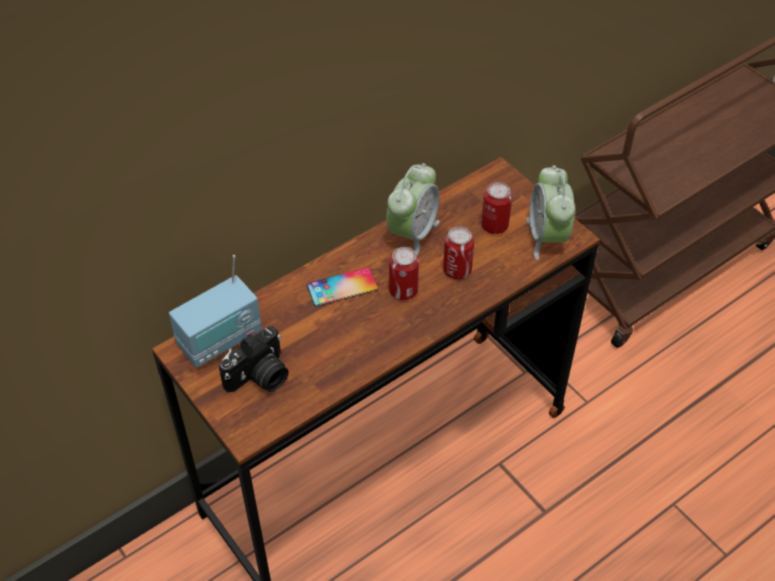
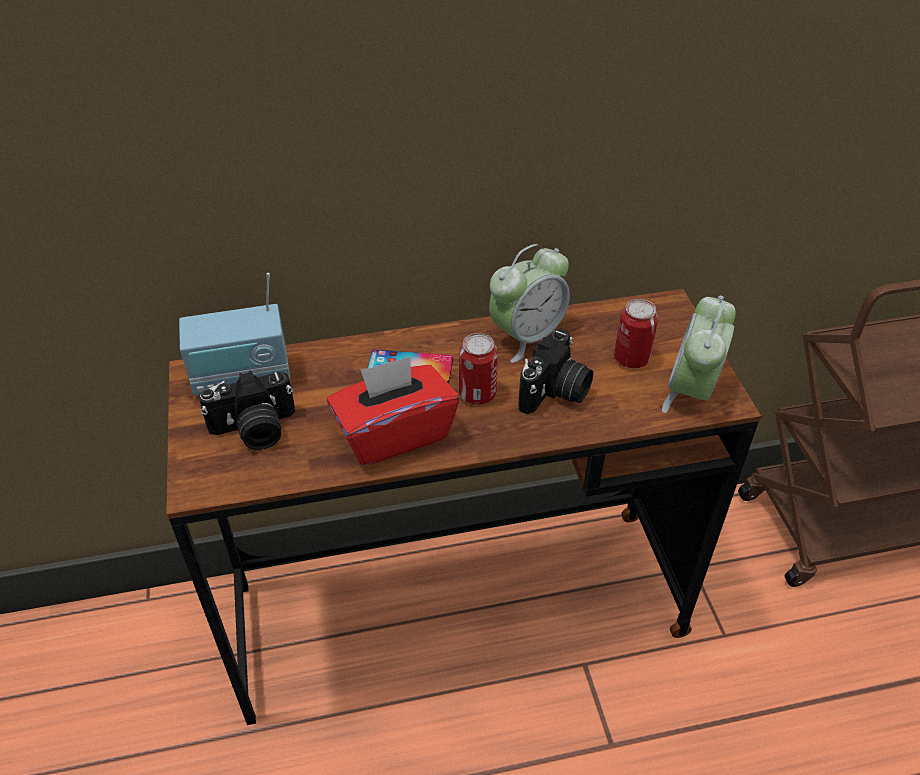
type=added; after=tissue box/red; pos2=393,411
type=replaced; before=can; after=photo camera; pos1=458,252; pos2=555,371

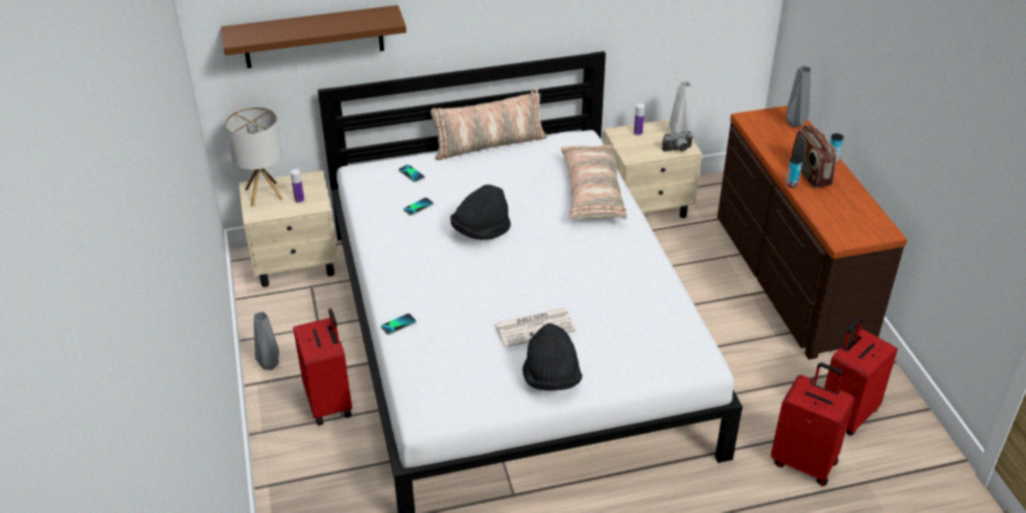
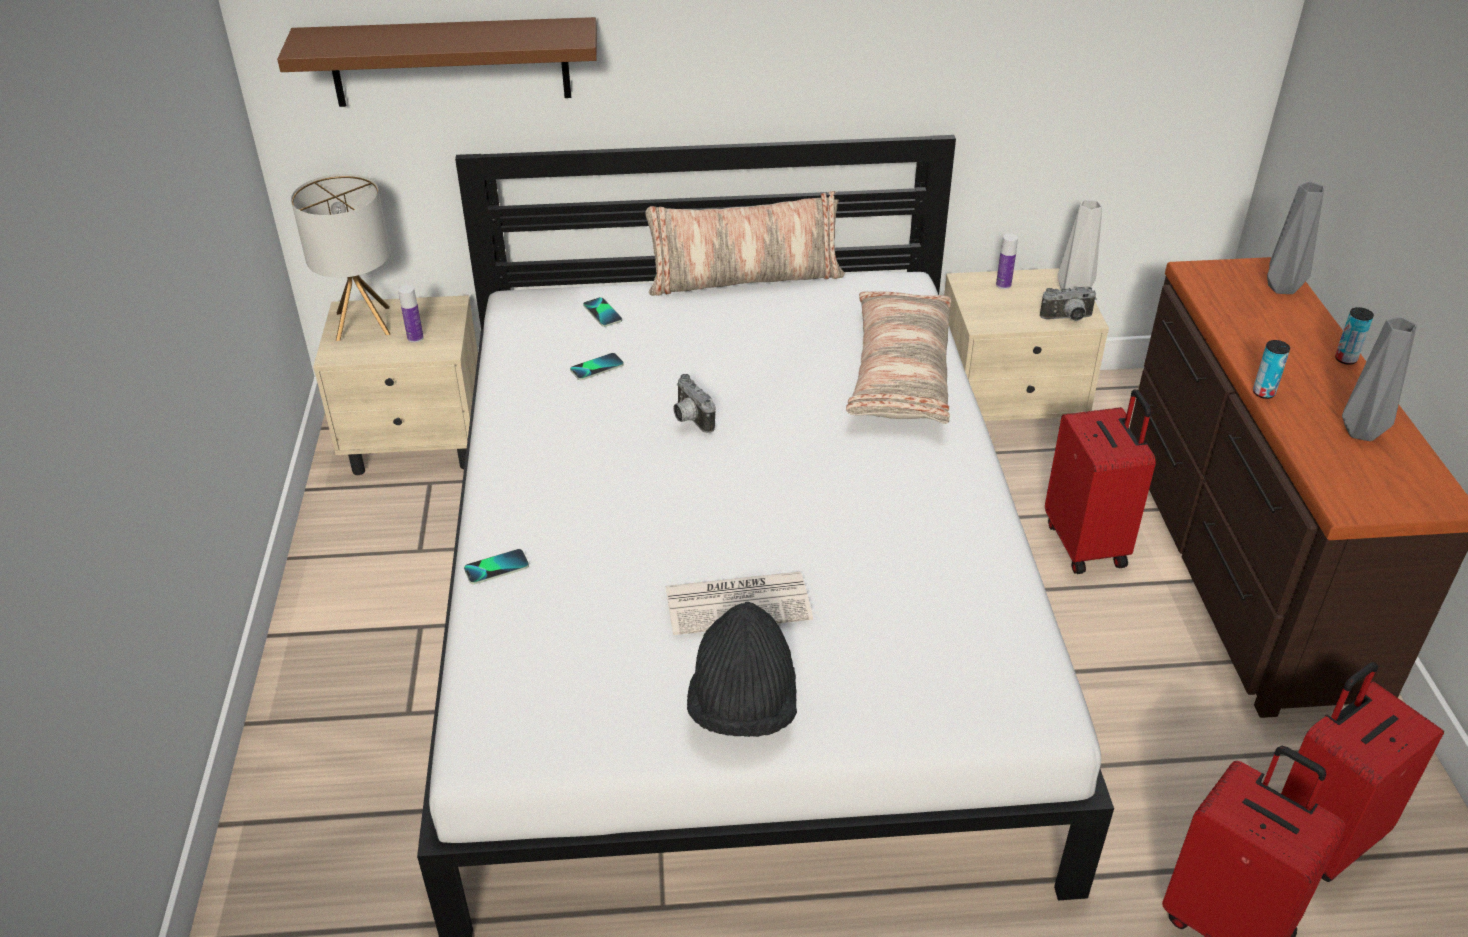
type=replaced; before=hat/black; after=photo camera; pos1=480,212; pos2=694,403
type=moved; before=suitcase/red; pos1=322,367; pos2=1100,481
type=moved; before=vase/grey; pos1=266,340; pos2=1379,379
type=removed; before=radio; pos1=814,156

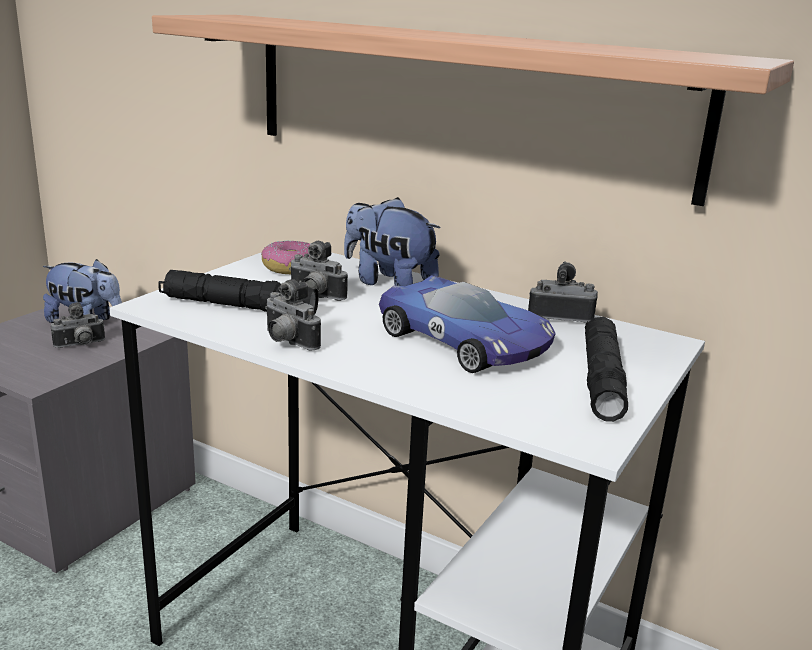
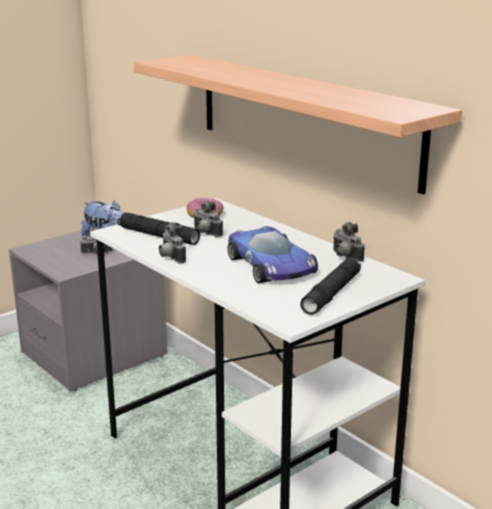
type=turned; before=photo camera; pos1=563,292; pos2=349,242; turn=-150
type=removed; before=plush toy; pos1=392,241

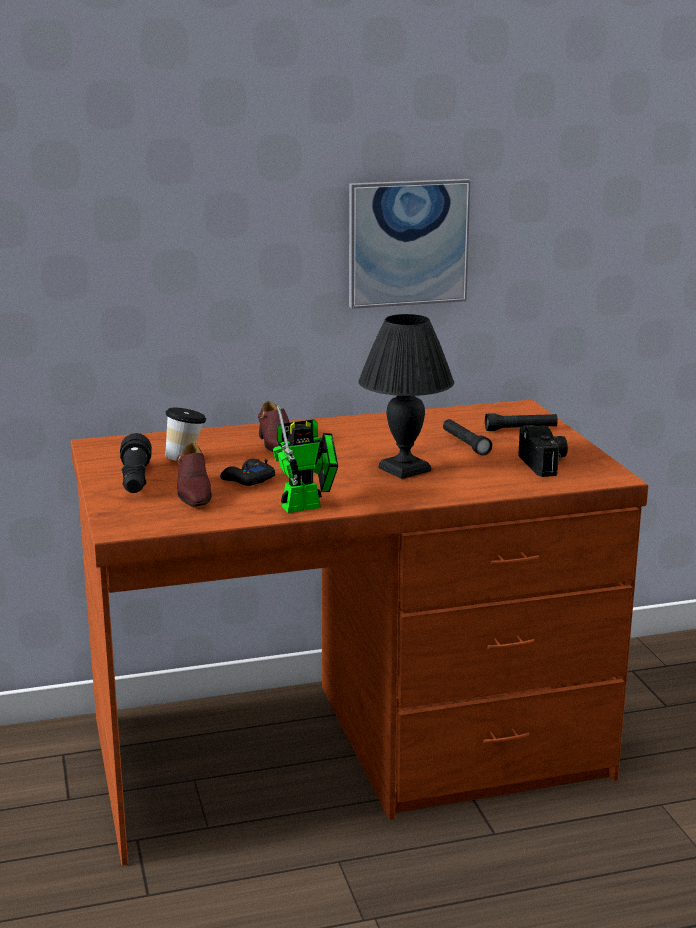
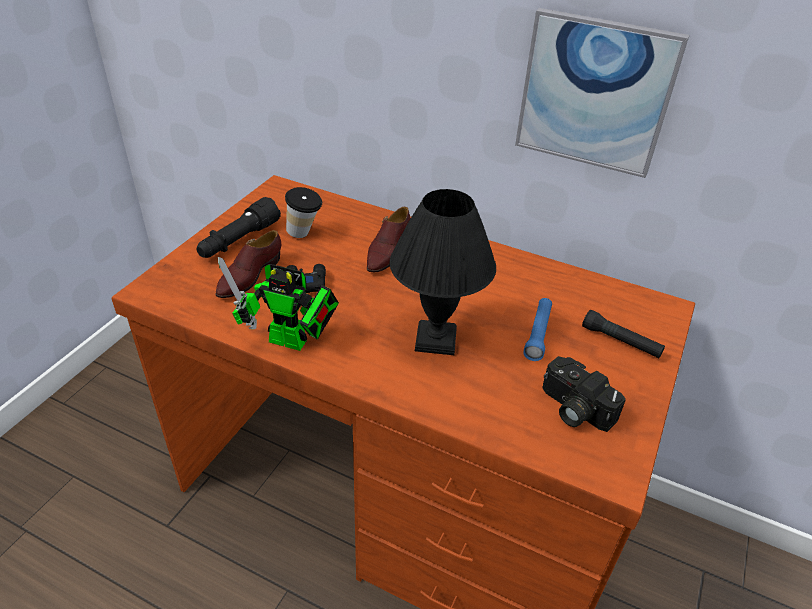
type=recoloured; before=flashlight/black; after=flashlight/blue; pos1=467,437; pos2=538,329
type=turned; before=photo camera; pos1=543,451; pos2=584,394; turn=105

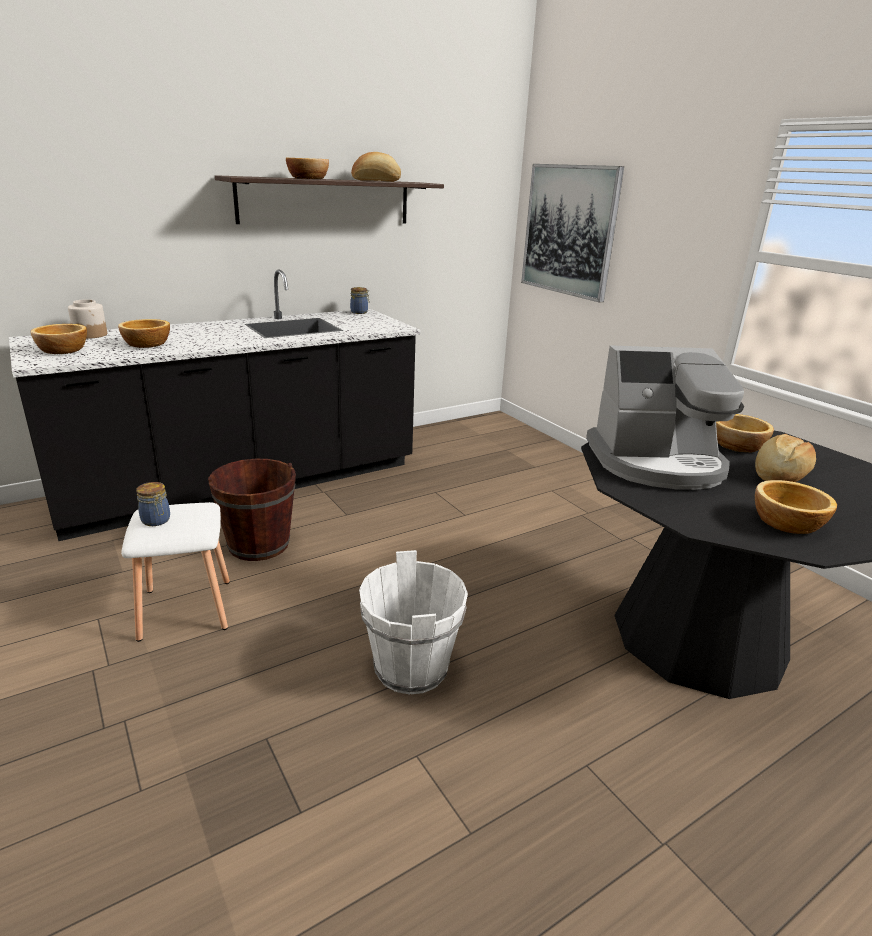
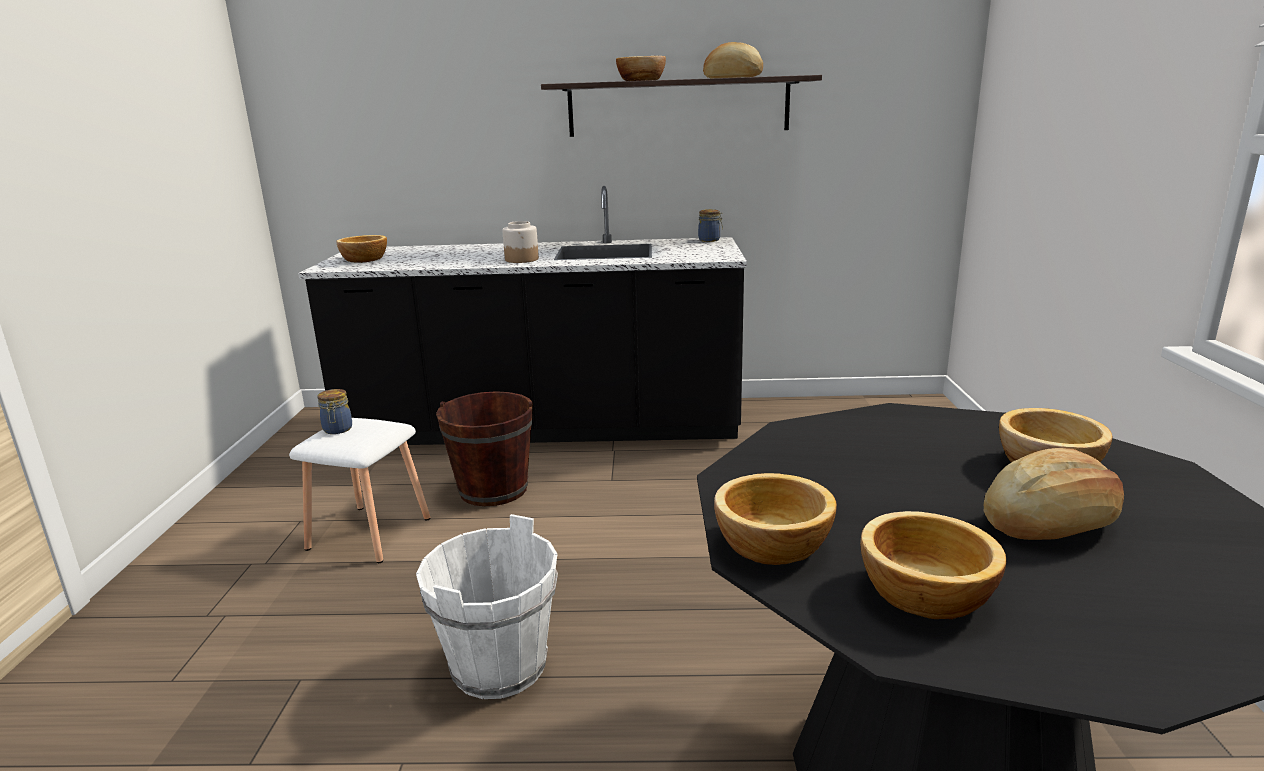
type=moved; before=jar; pos1=87,319; pos2=520,242
type=moved; before=bowl; pos1=144,333; pos2=775,519
type=removed; before=picture; pos1=572,233
type=removed; before=coffee machine; pos1=665,417

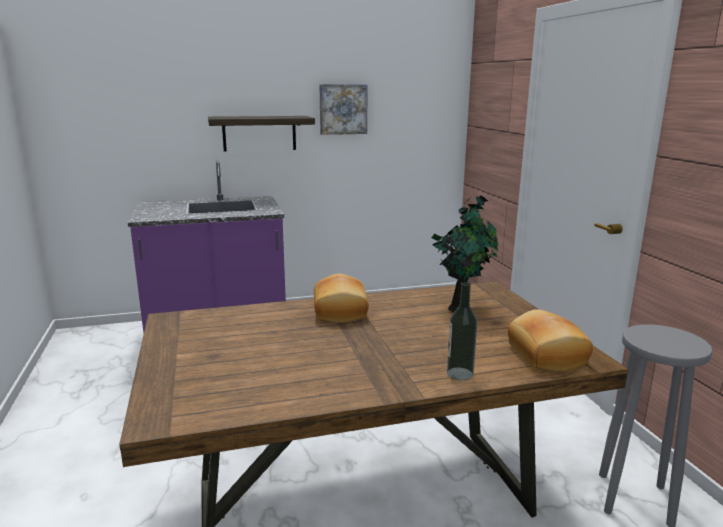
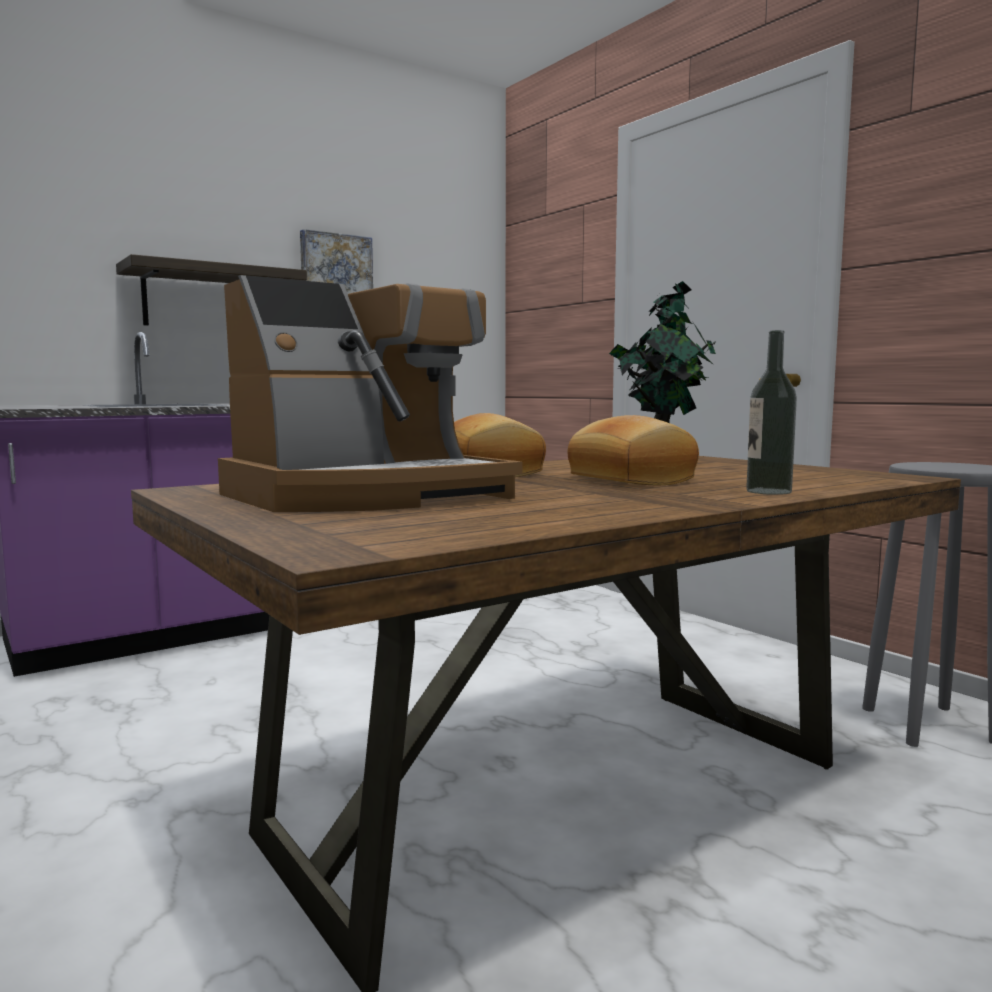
type=added; after=coffee machine; pos2=370,393
type=moved; before=bread; pos1=550,340; pos2=633,450

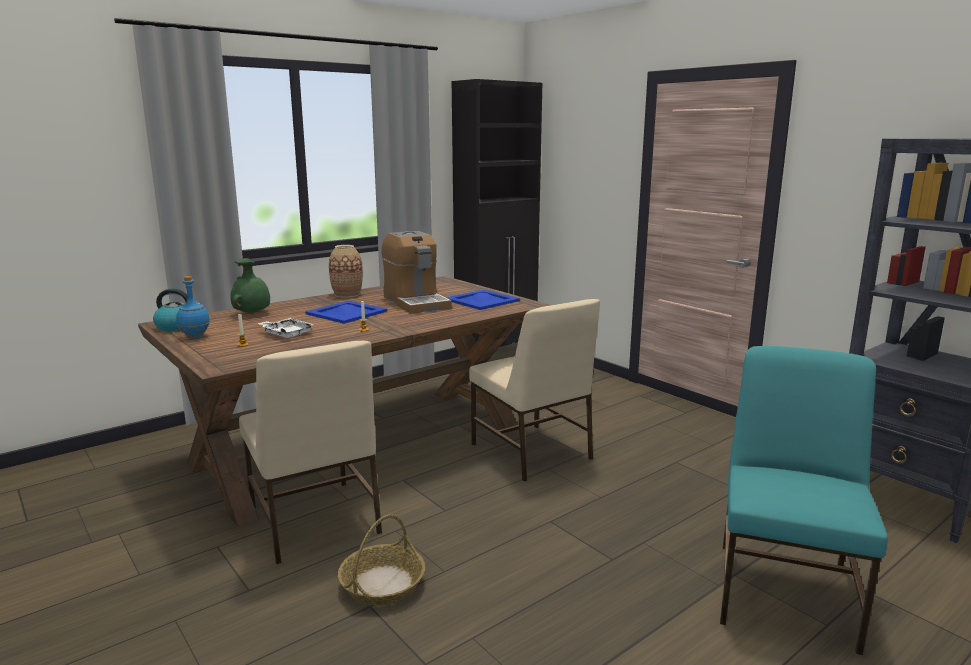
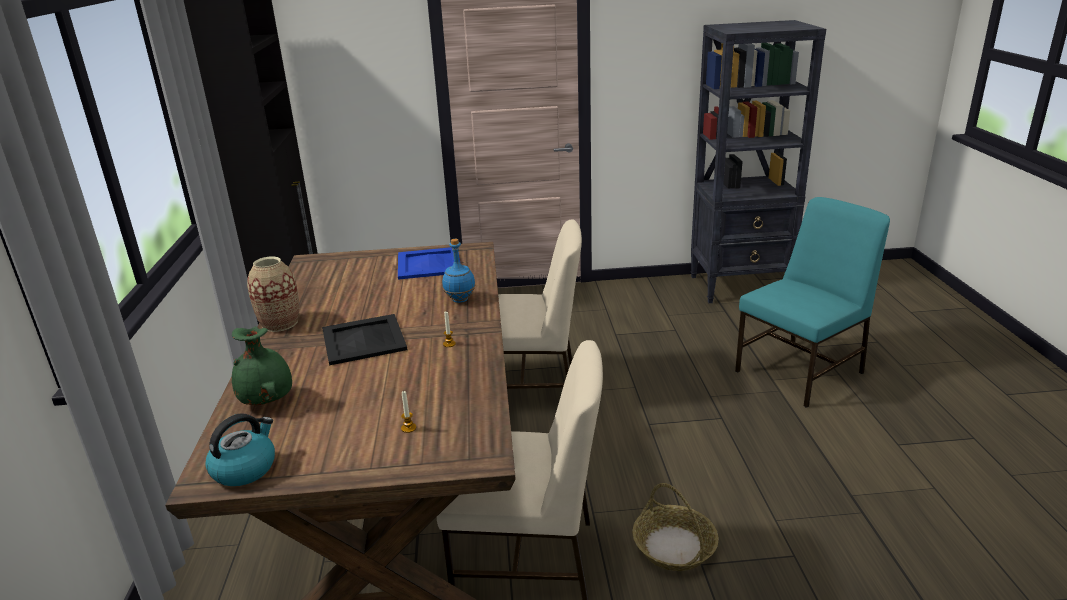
type=recoloured; before=tray/blue; after=tray/black; pos1=346,312; pos2=364,339
type=moved; before=bottle/blue; pos1=193,307; pos2=458,271
type=turned; before=chair/turquoise; pos1=804,500; pos2=812,302; turn=90
type=removed; before=tray/white; pos1=286,328
type=removed; before=coffee machine; pos1=416,272

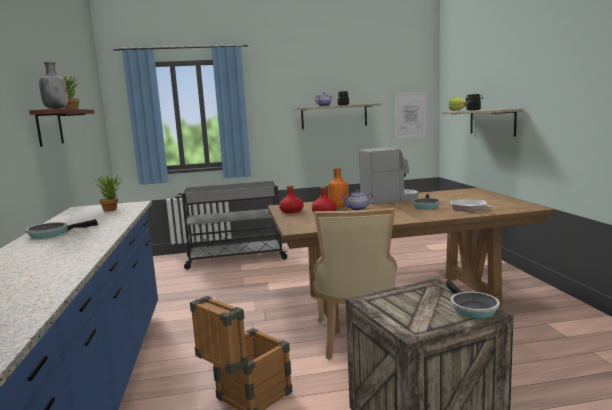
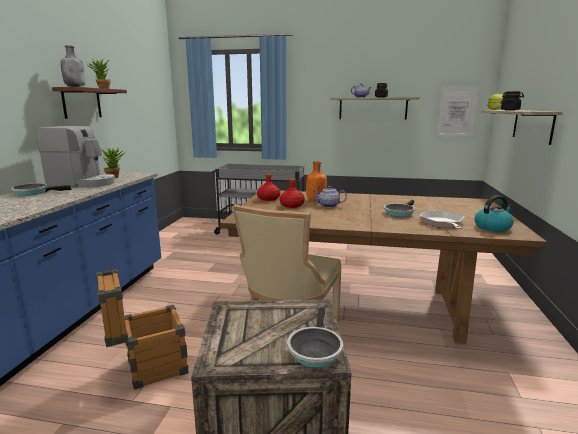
type=moved; before=coffee machine; pos1=388,175; pos2=75,156
type=added; after=kettle; pos2=494,213

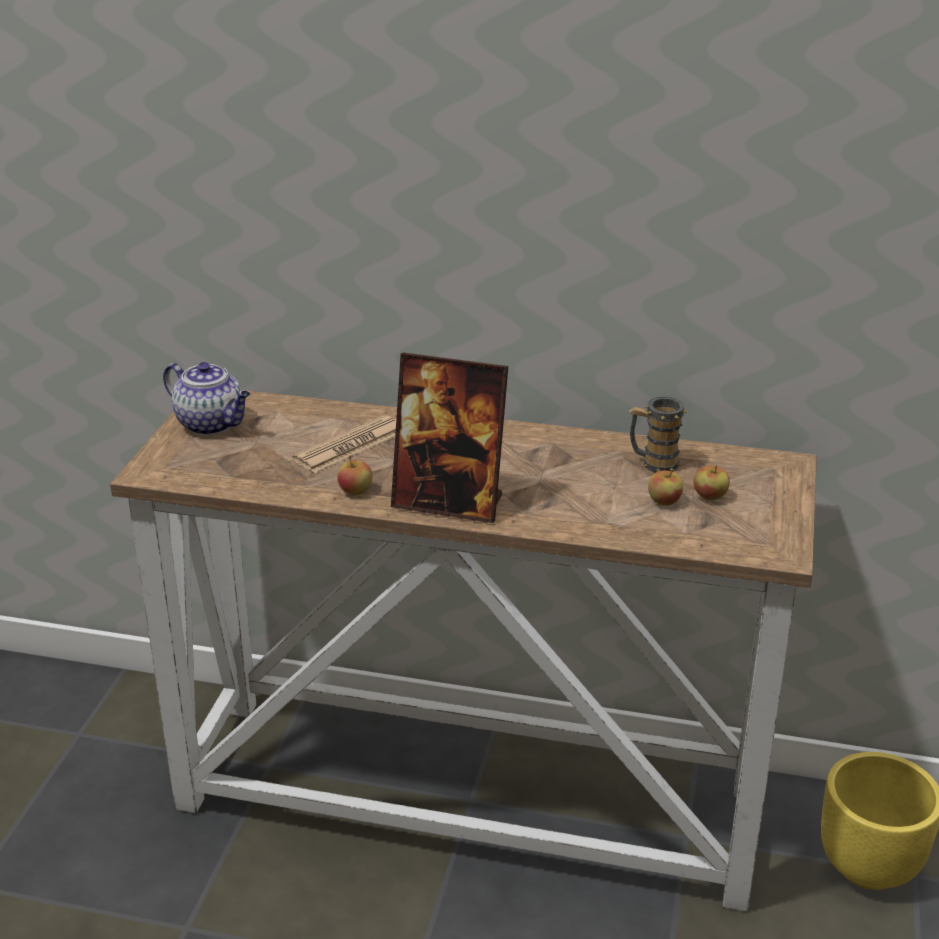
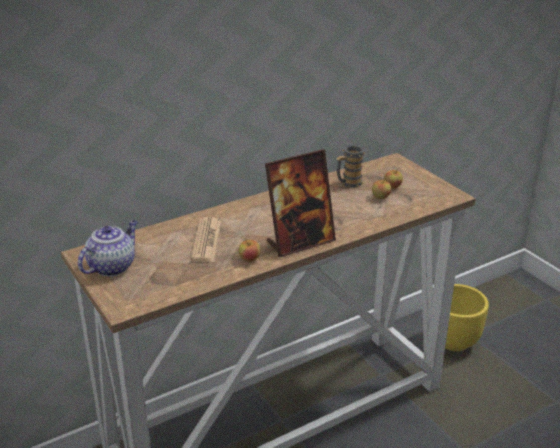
type=turned; before=teapot; pos1=206,398; pos2=107,248; turn=-45

